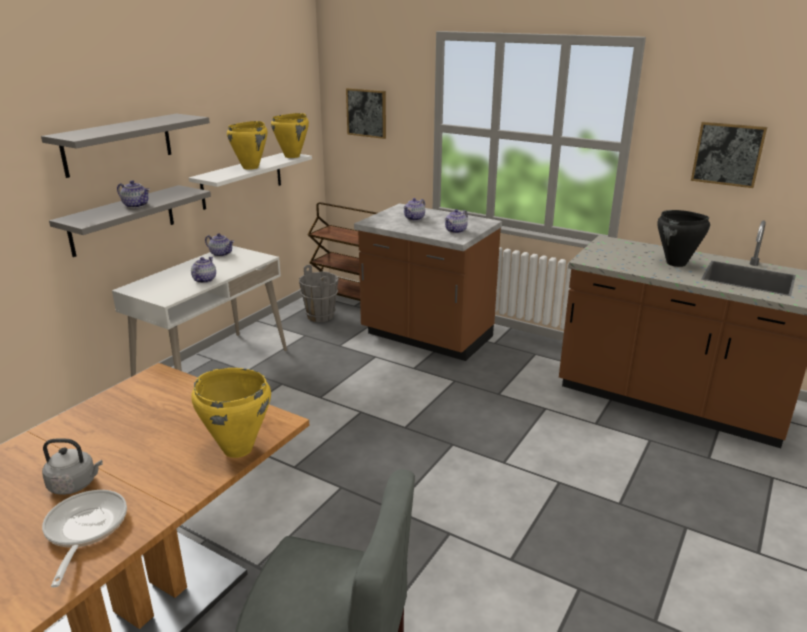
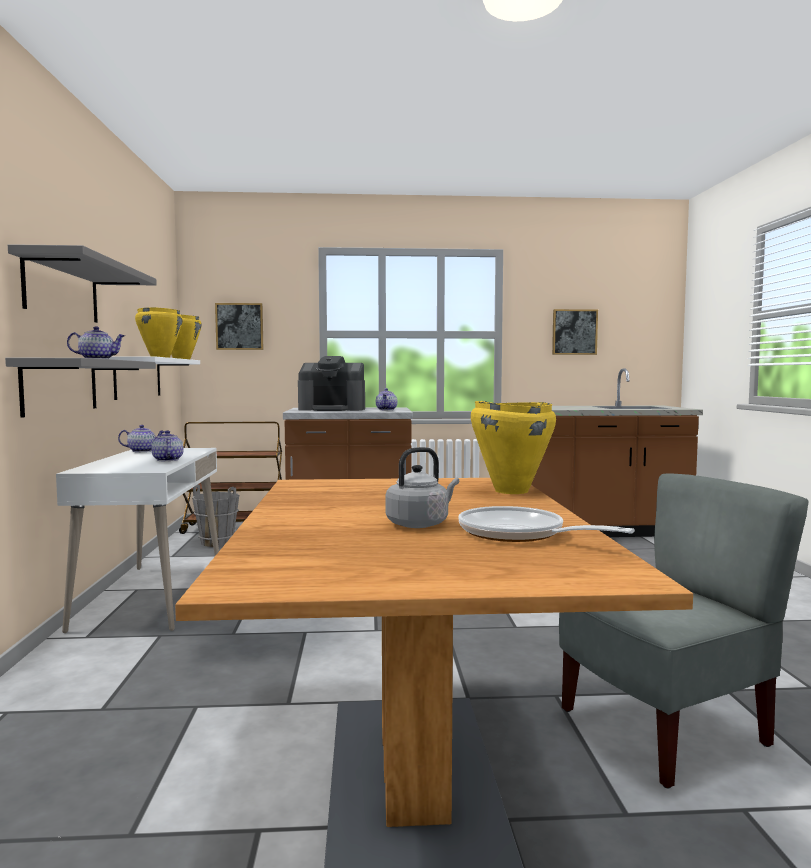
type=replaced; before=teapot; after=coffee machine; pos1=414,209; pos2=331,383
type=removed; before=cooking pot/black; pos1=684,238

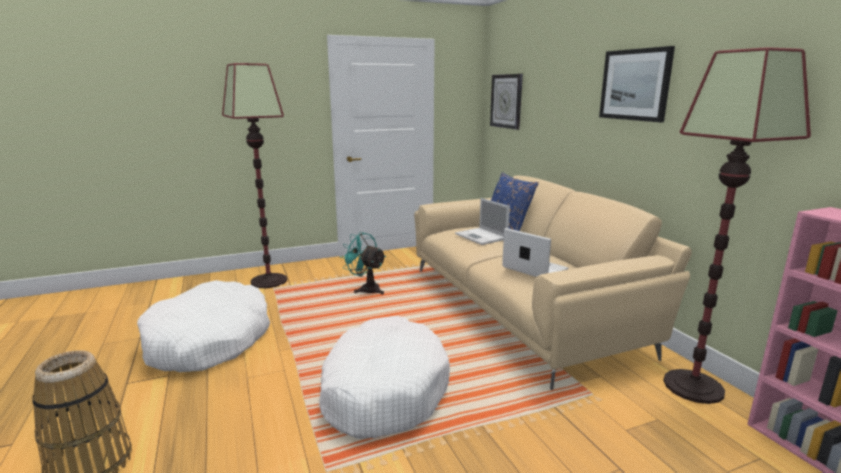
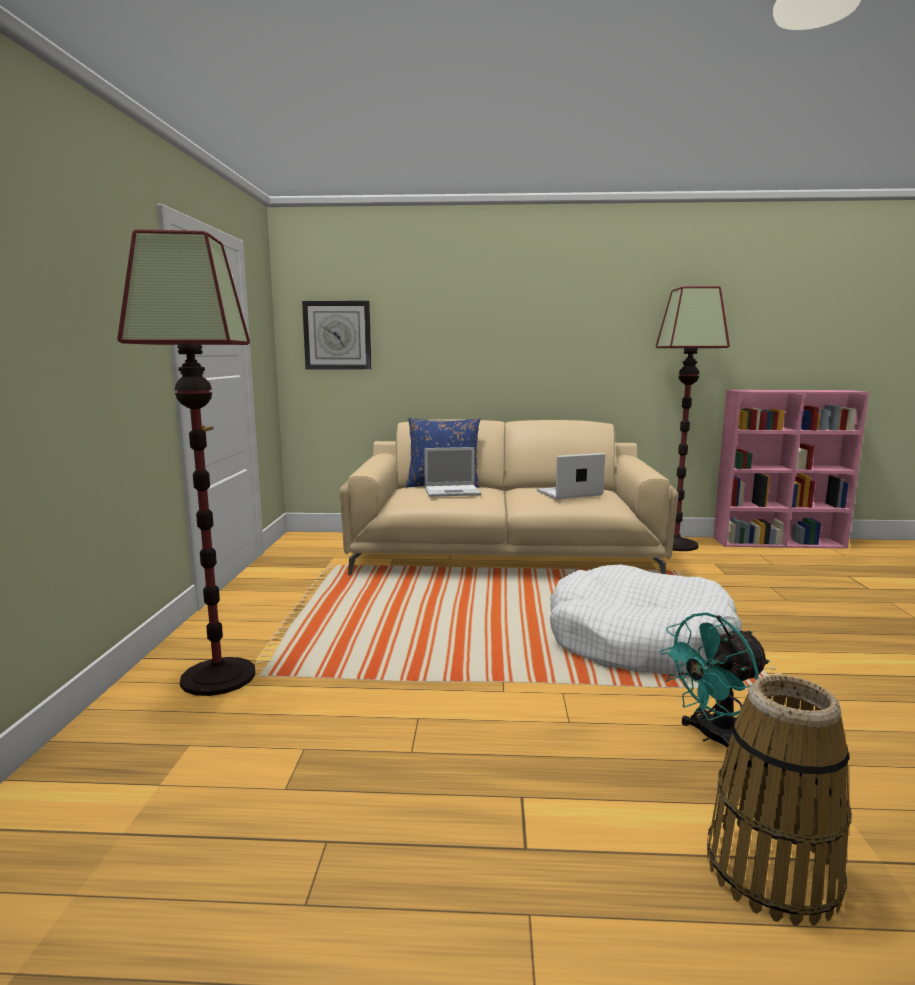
type=moved; before=fan/turquoise; pos1=363,263; pos2=714,680
type=removed; before=dog bed/white; pos1=203,326
type=removed; before=picture; pos1=637,84

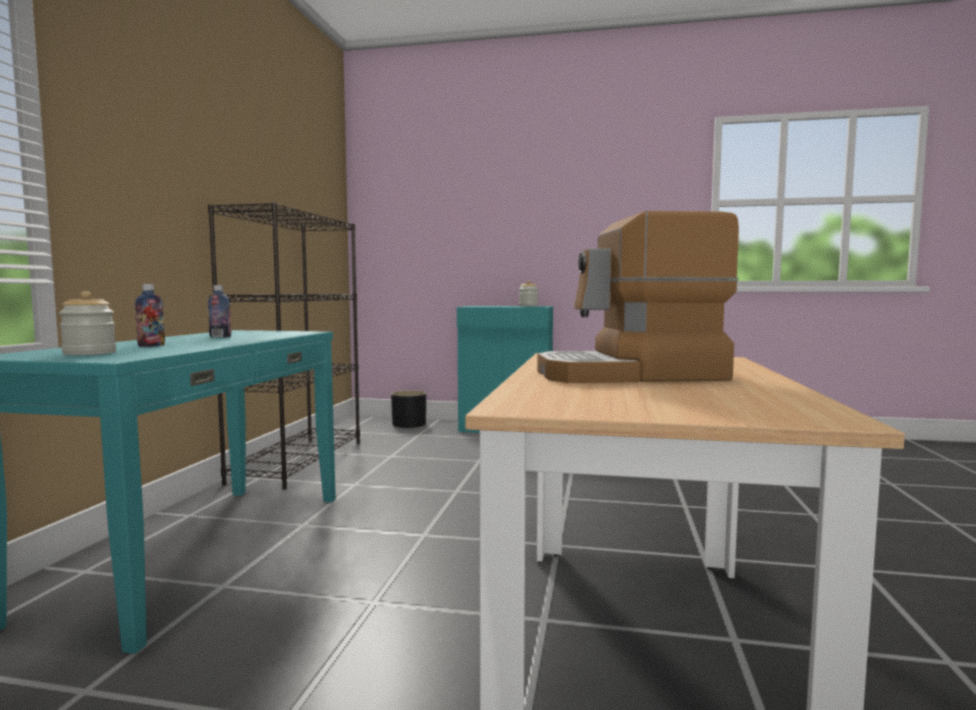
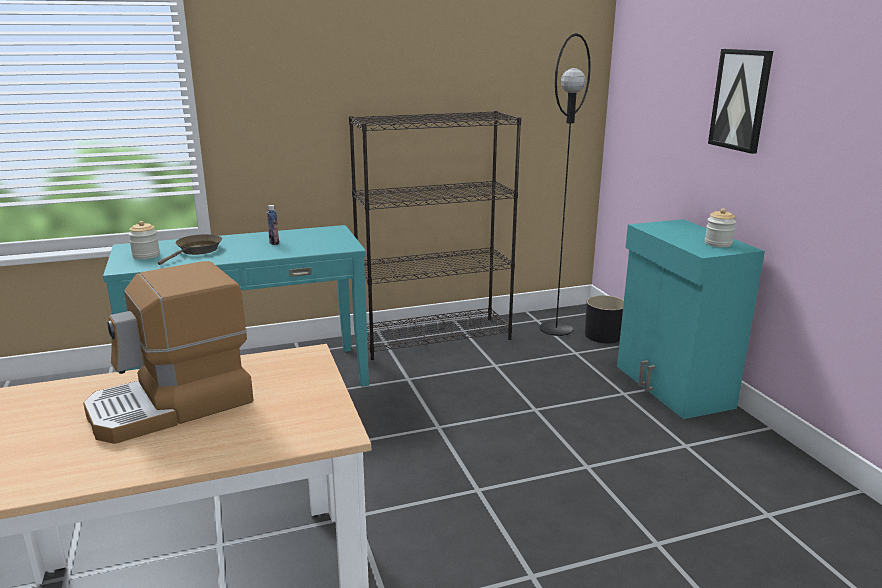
type=turned; before=coffee machine; pos1=638,297; pos2=168,352; turn=-90
type=replaced; before=bottle; after=frying pan/brown; pos1=150,315; pos2=190,249
type=added; after=floor lamp/black; pos2=565,184
type=added; after=picture; pos2=740,101

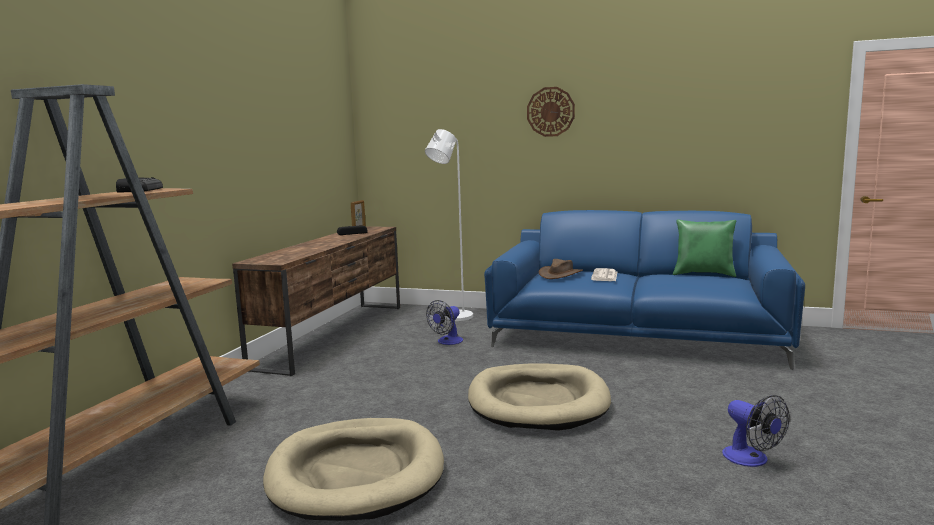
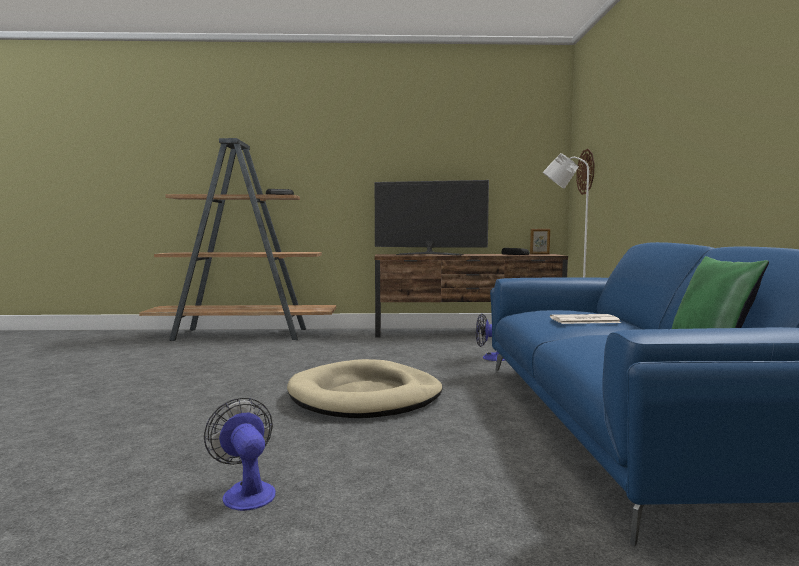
type=turned; before=fan; pos1=756,431; pos2=240,454; turn=105
type=added; after=television; pos2=432,218
type=moved; before=wall clock; pos1=551,112; pos2=585,172
type=removed; before=dog bed/beige; pos1=353,469
type=removed; before=hat/brown; pos1=561,269

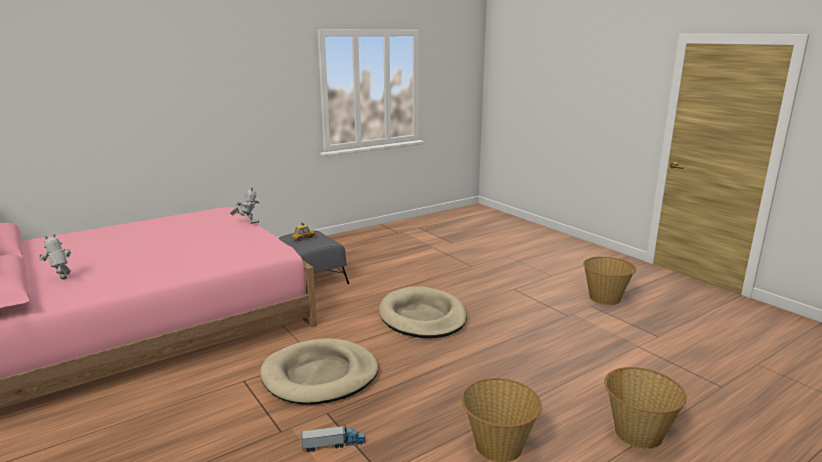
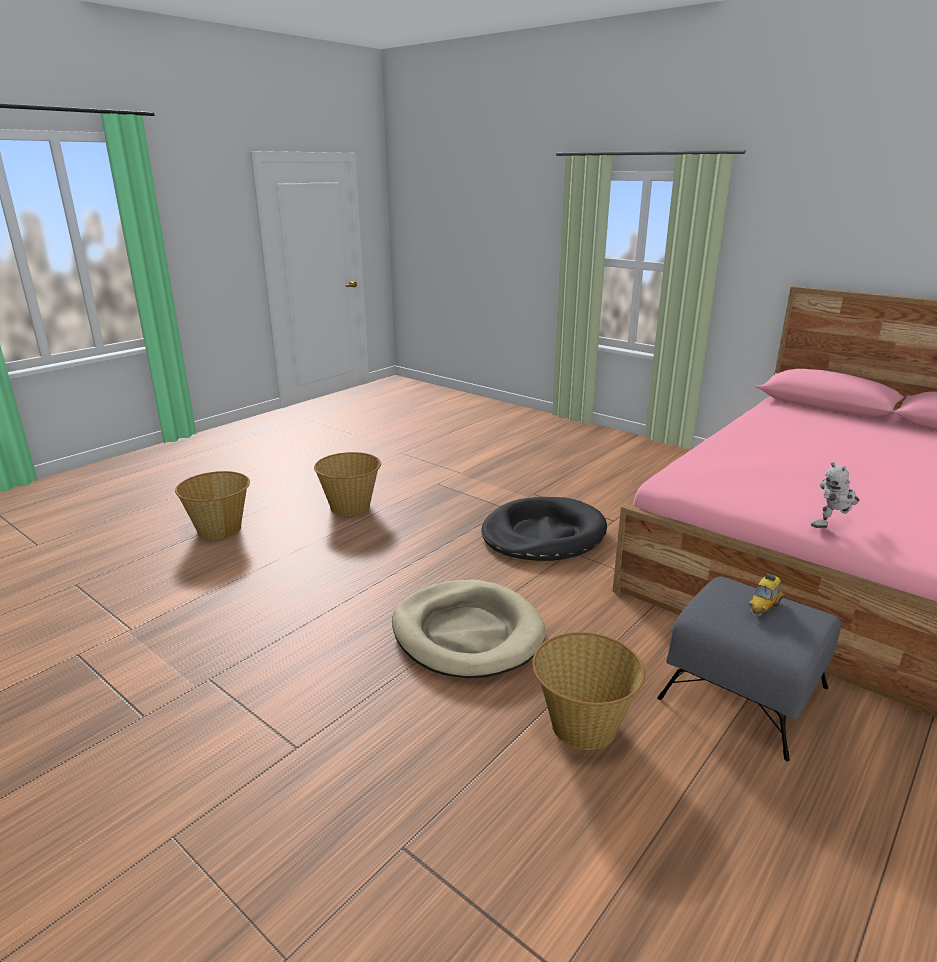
type=recoloured; before=dog bed/beige; after=dog bed/black; pos1=319,371; pos2=544,529
type=moved; before=basket; pos1=609,281; pos2=588,691
type=removed; before=toy robot; pos1=55,256
type=removed; before=toy truck; pos1=333,438

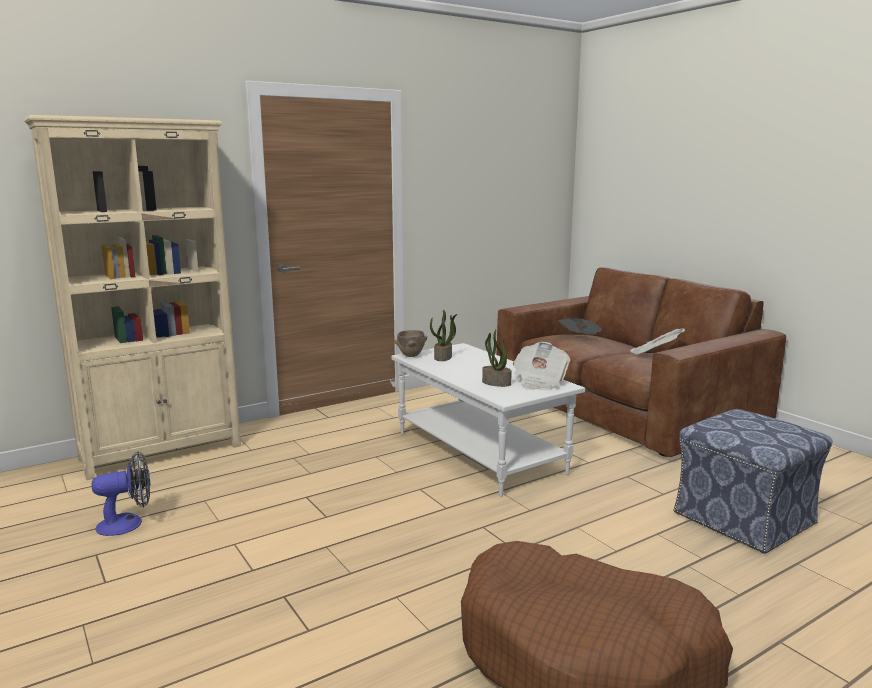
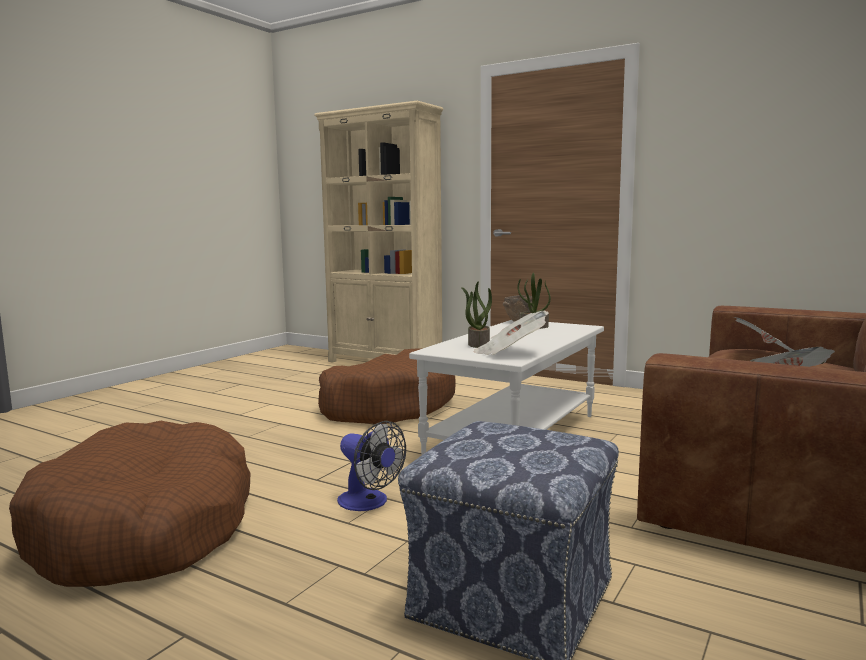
type=added; after=dog bed/brown; pos2=387,386
type=moved; before=fan; pos1=120,493; pos2=371,466

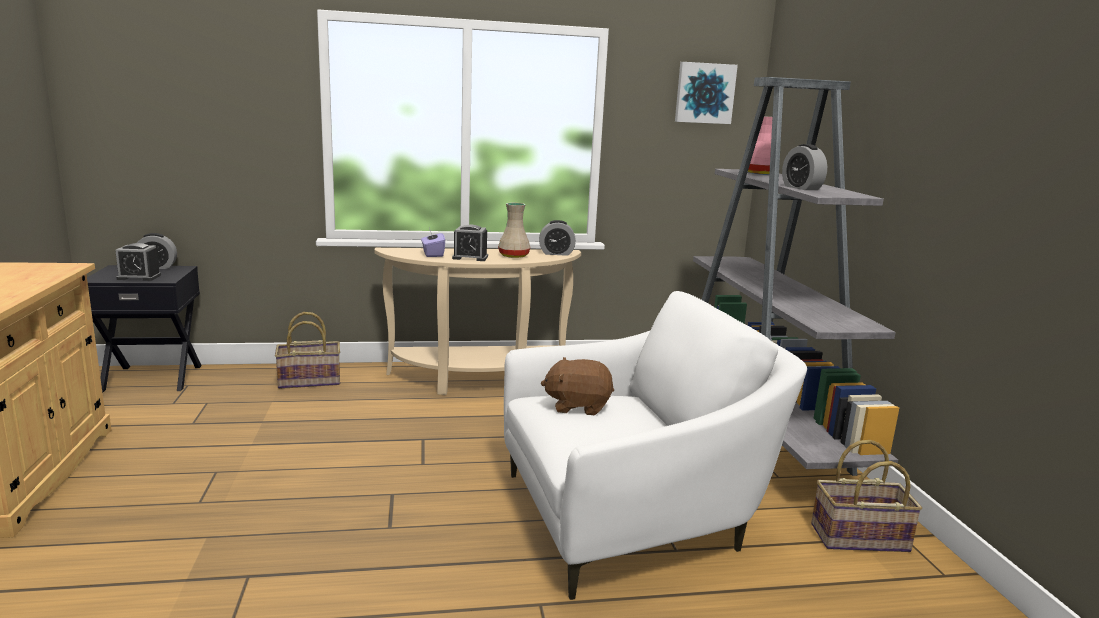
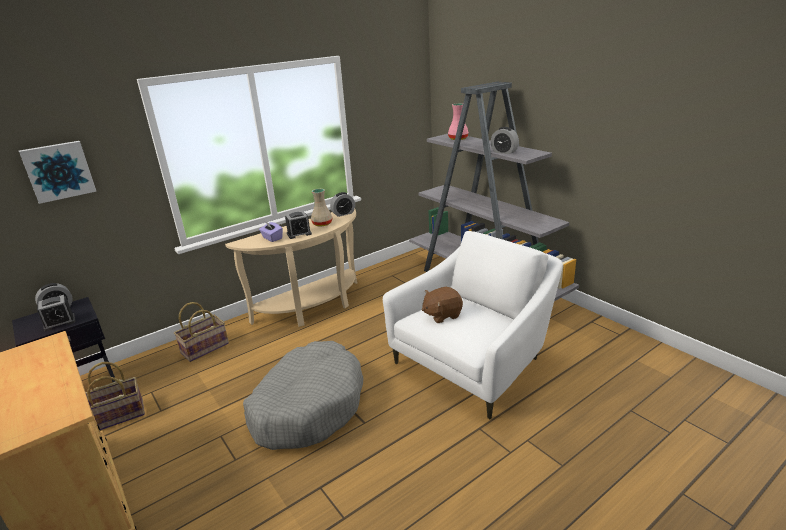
type=moved; before=picture; pos1=706,93; pos2=57,172
type=moved; before=basket; pos1=866,496; pos2=115,396
type=added; after=dog bed/grey; pos2=303,395

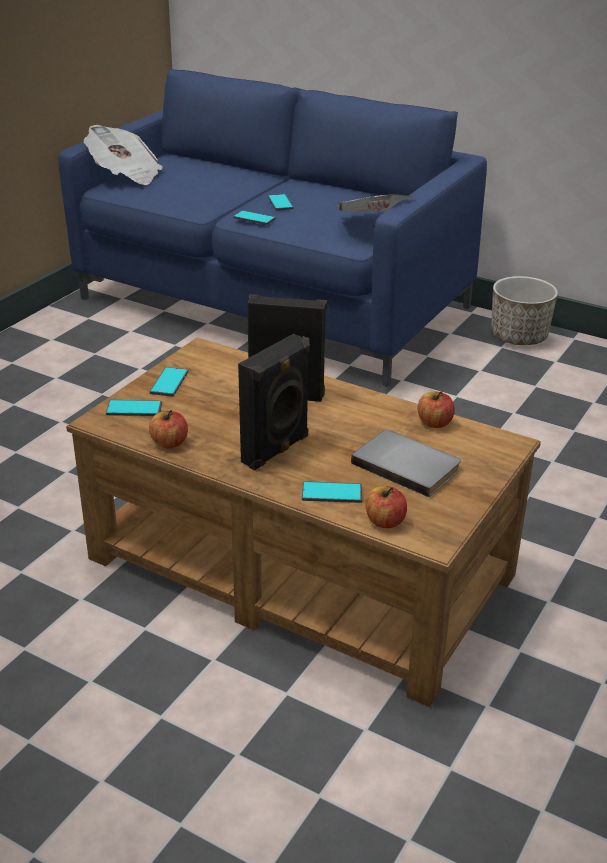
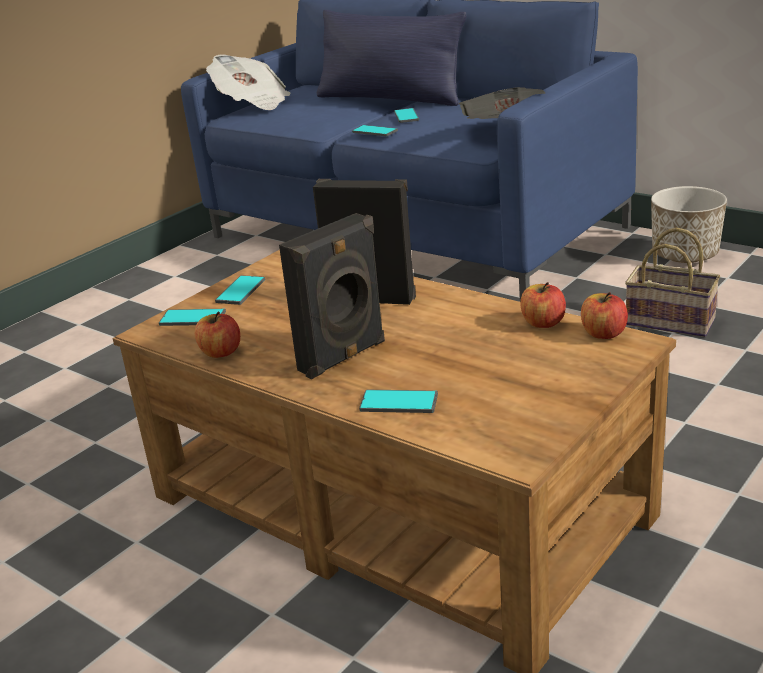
type=added; after=pillow/blue; pos2=392,58
type=moved; before=apple; pos1=386,507; pos2=604,315
type=added; after=basket; pos2=672,282
type=removed; before=book/grey; pos1=406,463

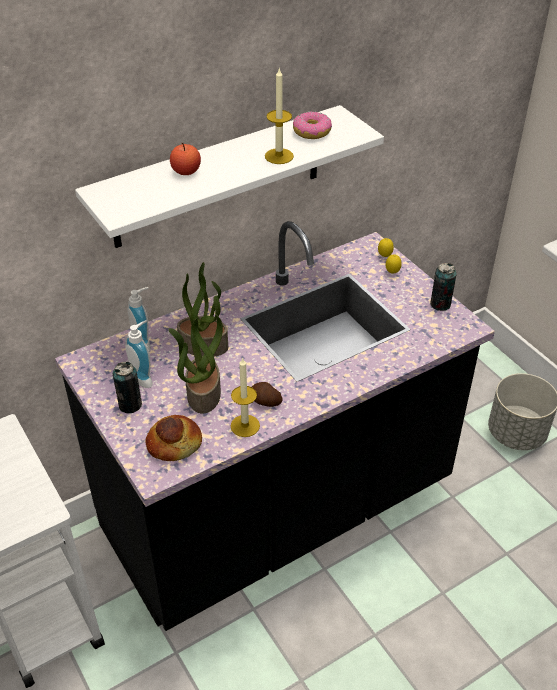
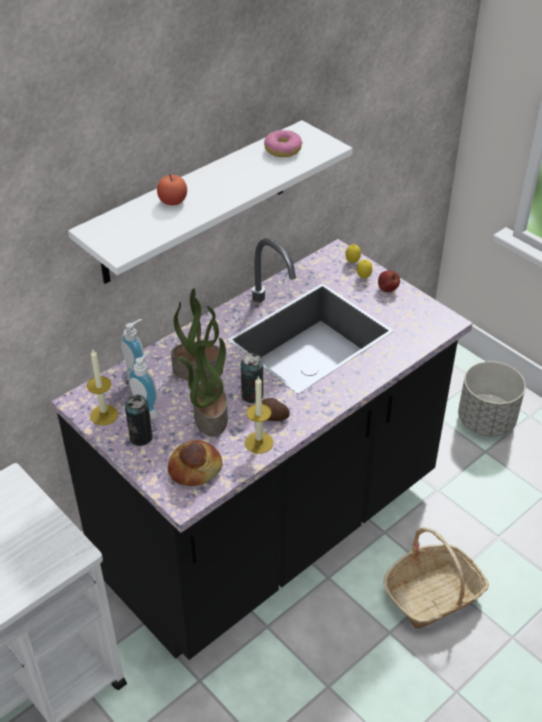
type=moved; before=candle; pos1=279,115; pos2=102,387
type=moved; before=can; pos1=443,287; pos2=252,378
type=added; after=apple; pos2=389,281
type=added; after=basket; pos2=436,577

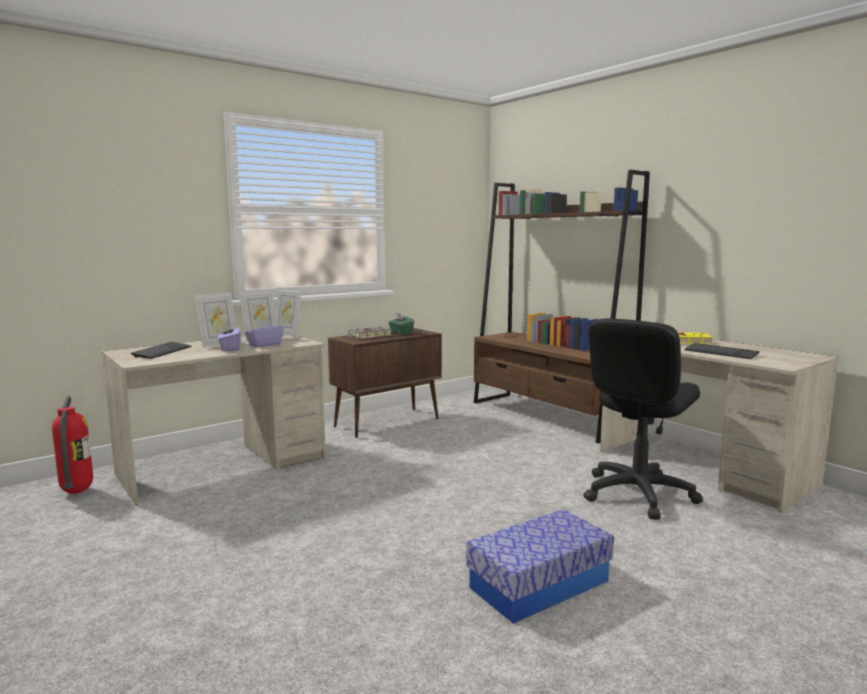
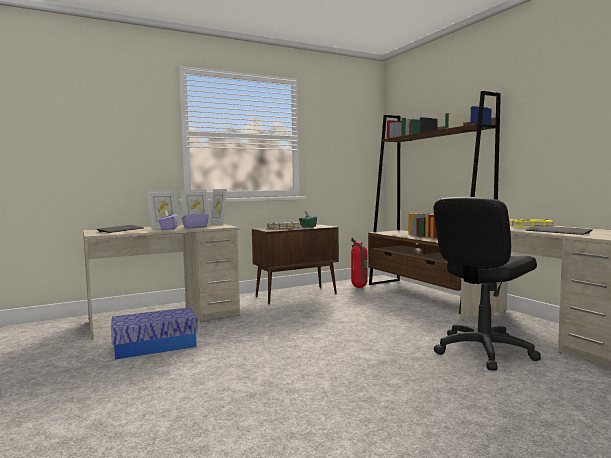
type=moved; before=storage box; pos1=540,566; pos2=154,333
type=moved; before=fire extinguisher; pos1=72,445; pos2=359,263

